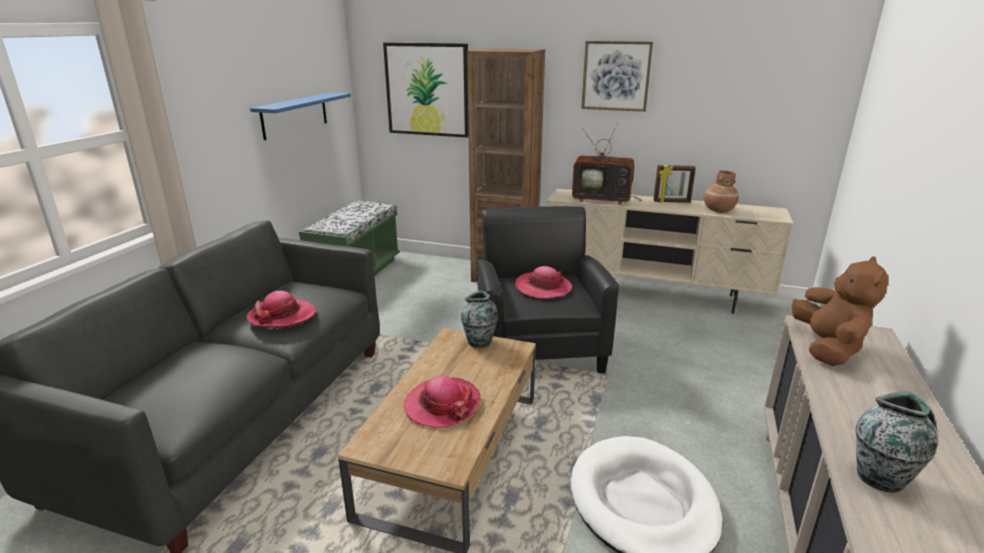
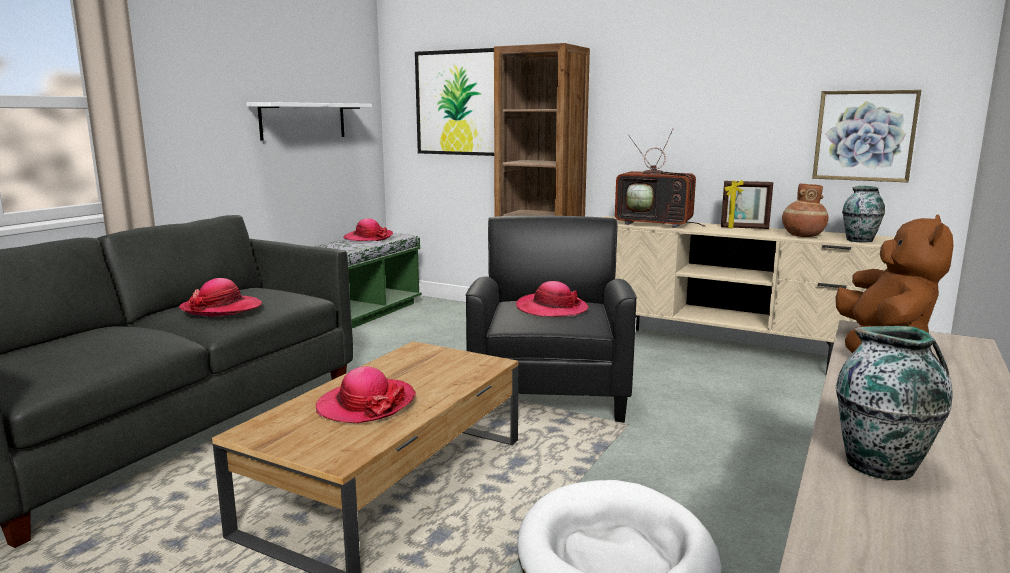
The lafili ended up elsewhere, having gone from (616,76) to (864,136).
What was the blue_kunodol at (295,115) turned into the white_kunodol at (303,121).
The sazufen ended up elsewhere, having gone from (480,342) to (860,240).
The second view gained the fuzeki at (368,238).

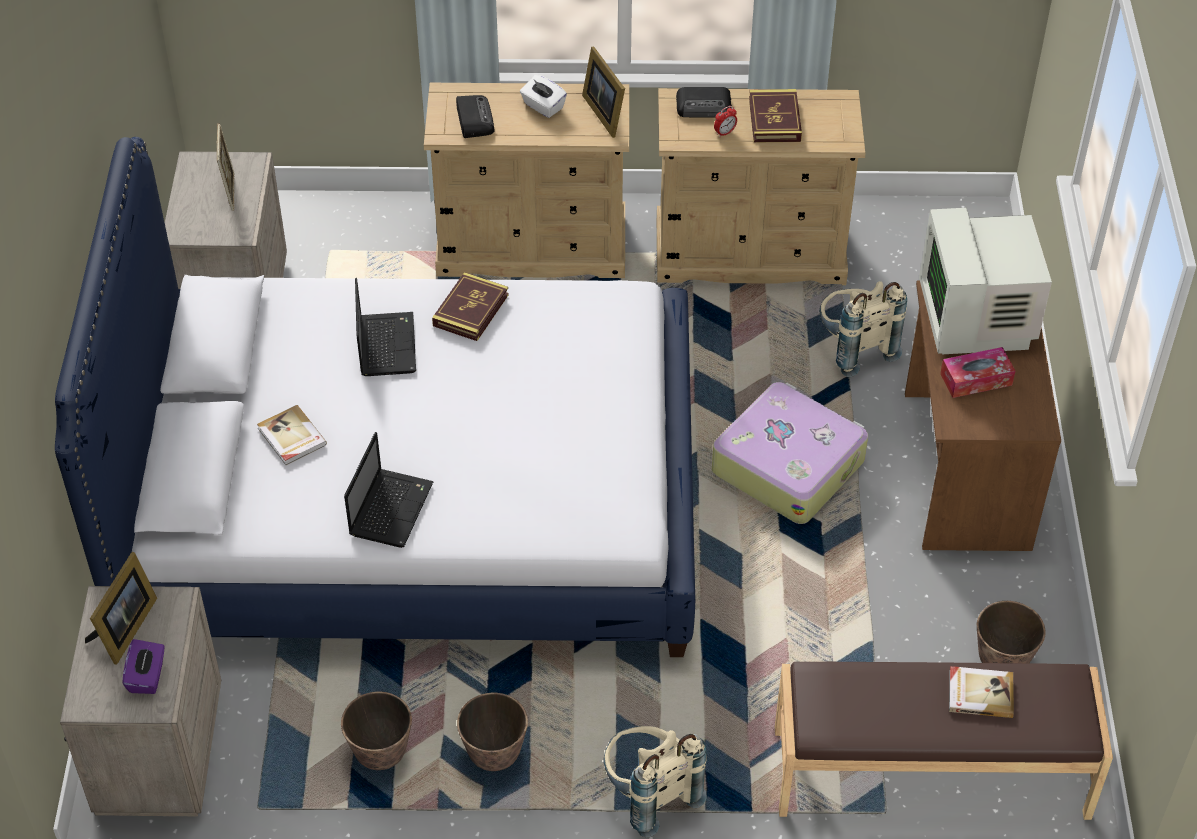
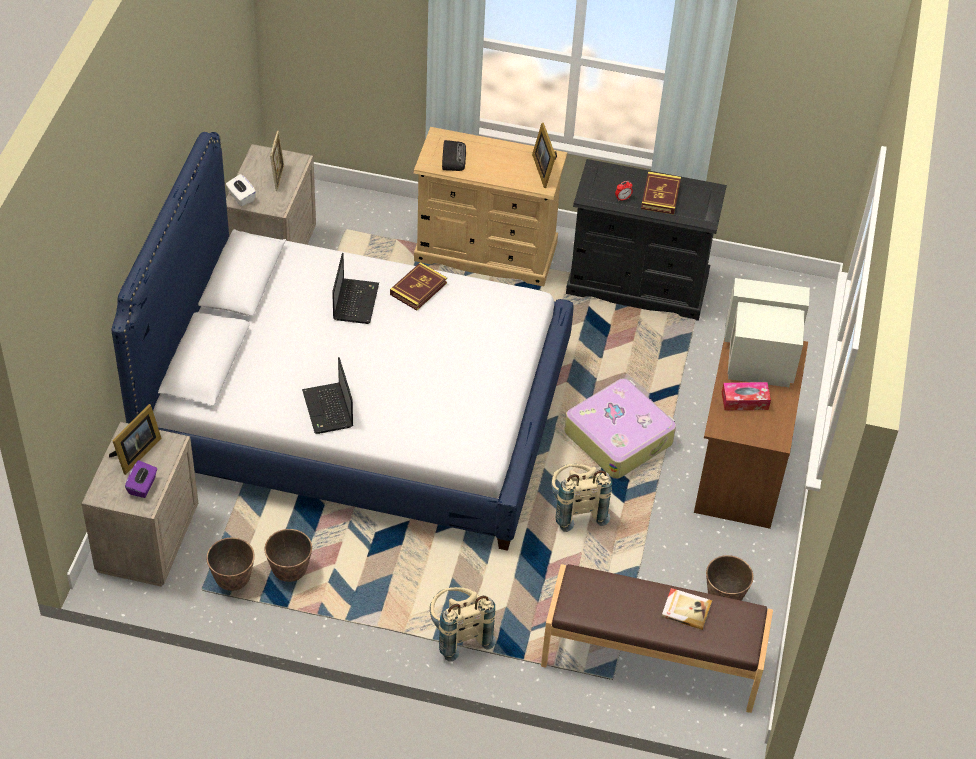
The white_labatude ended up elsewhere, having gone from (543,106) to (241,197).
The second view lost the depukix at (704,107).
What was the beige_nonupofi at (750,253) turned into the black_nonupofi at (637,285).
The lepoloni at (977,320) ended up facing another way, 90 degrees clockwise from before.
The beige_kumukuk ended up elsewhere, having gone from (853,348) to (575,509).
The second view lost the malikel at (291,437).
The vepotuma at (391,507) ended up facing another way, 135 degrees clockwise from before.
The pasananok ended up elsewhere, having gone from (494,757) to (233,582).

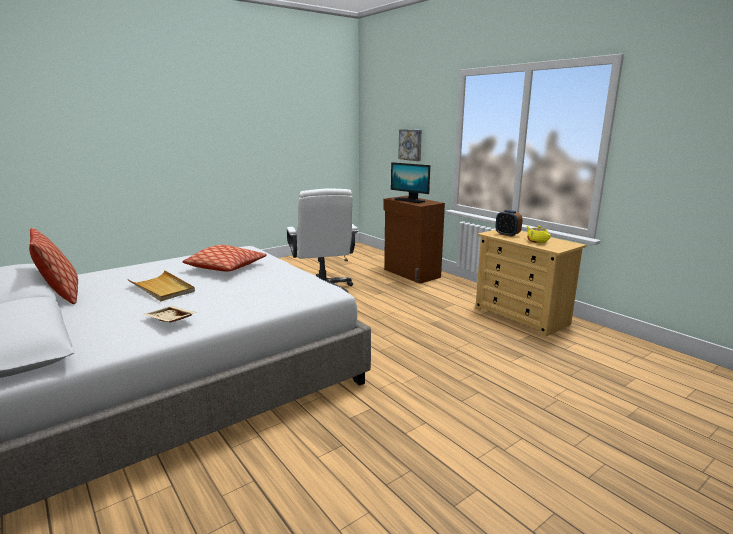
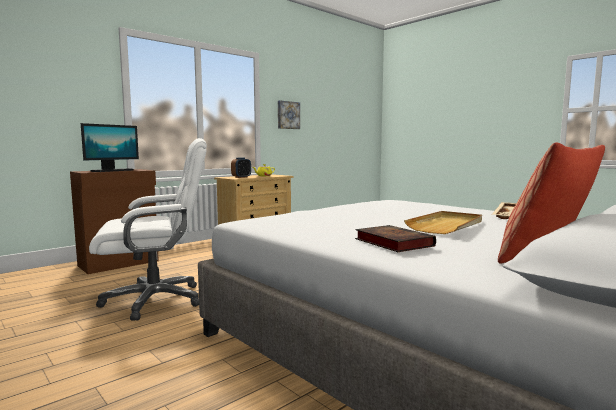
The lafili ended up elsewhere, having gone from (411,144) to (288,115).
The second view lost the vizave at (226,267).
The second view gained the malikel at (391,242).

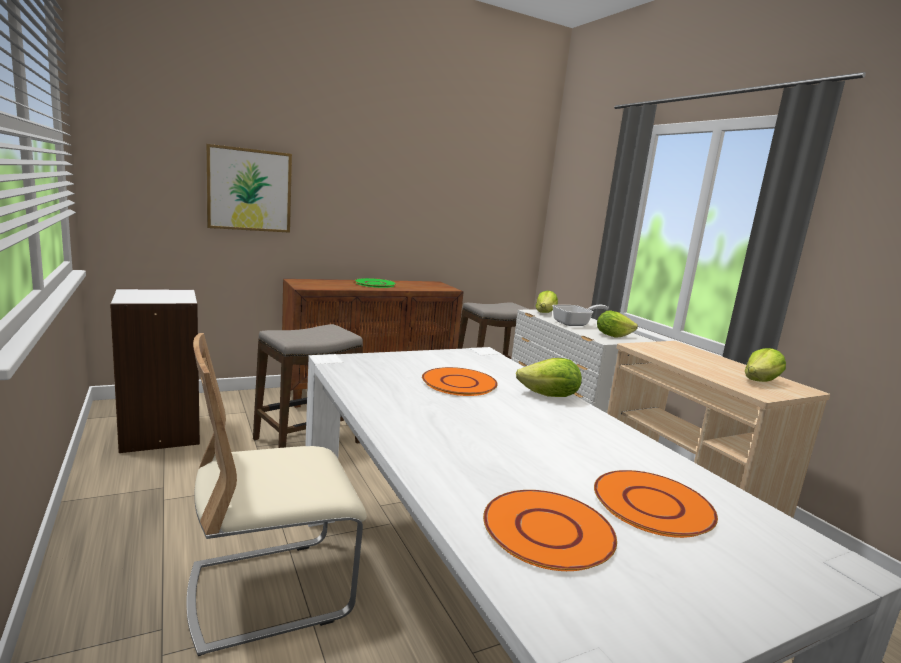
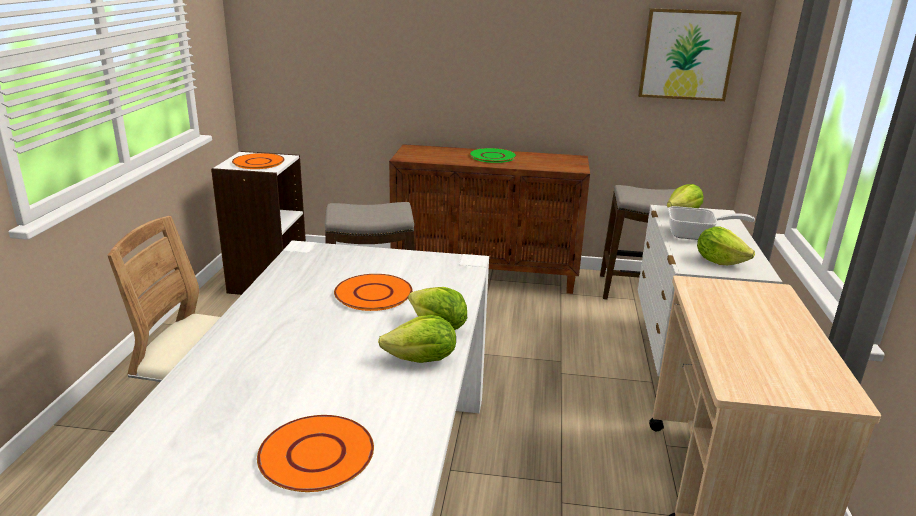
The lafili ended up elsewhere, having gone from (249,190) to (687,55).
The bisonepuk ended up elsewhere, having gone from (760,381) to (422,360).
The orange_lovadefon ended up elsewhere, having gone from (549,531) to (258,162).

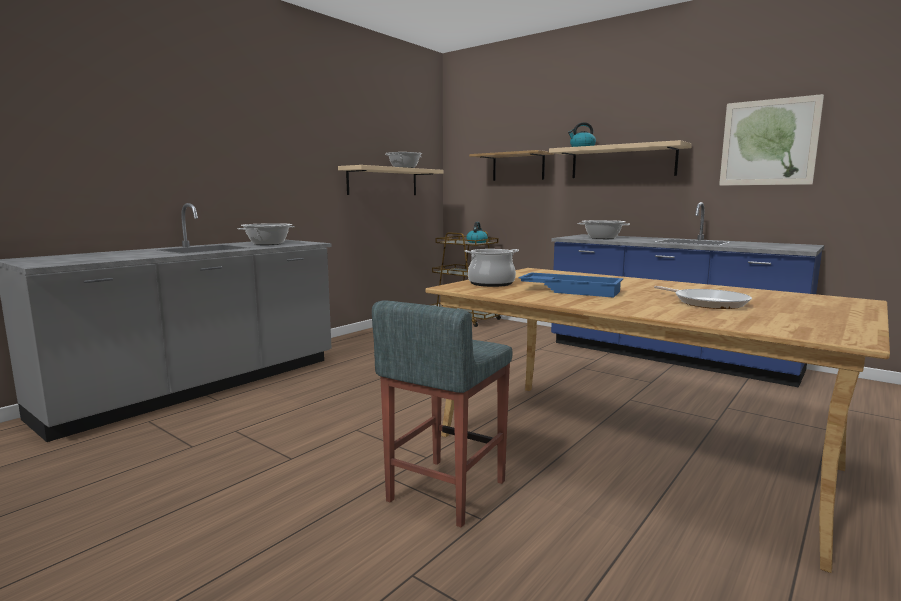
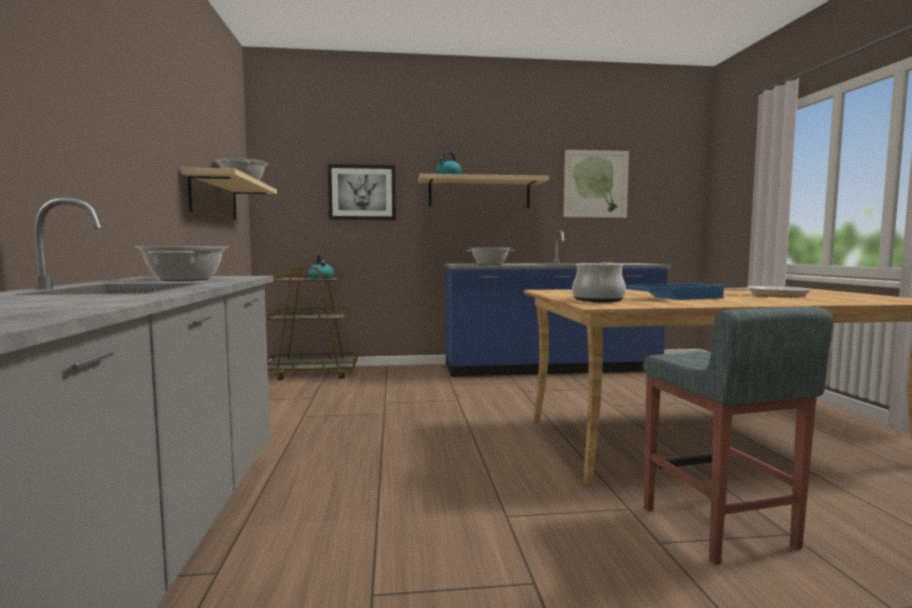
Where the kunodol hung at (518,167), the lafili came to hang at (362,192).

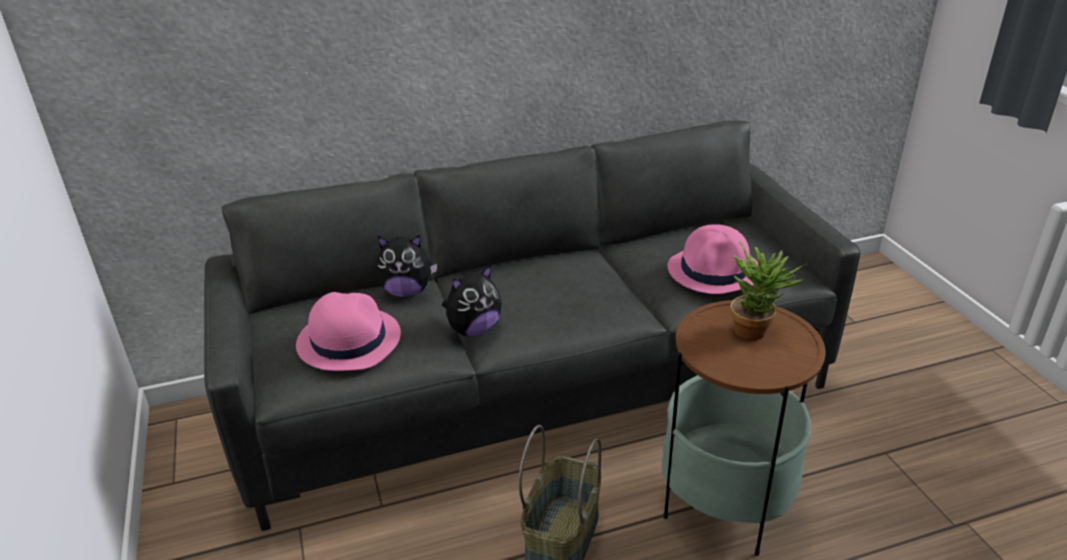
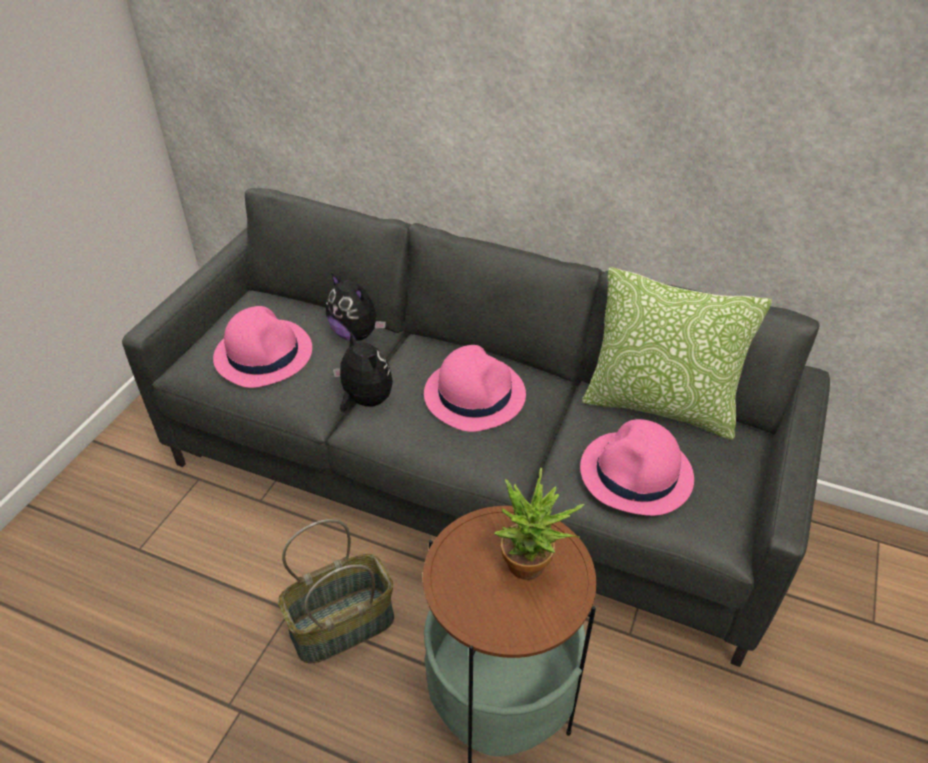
The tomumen at (473,330) ended up facing another way, 135 degrees counterclockwise from before.
The second view gained the vizave at (659,406).
The second view gained the pink_fuzeki at (474,394).

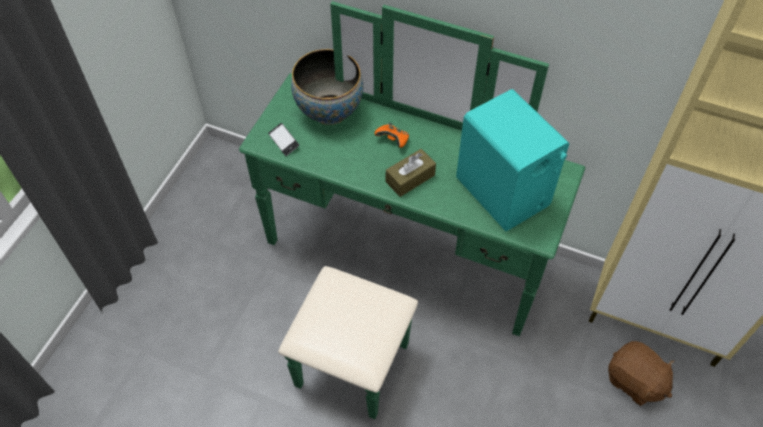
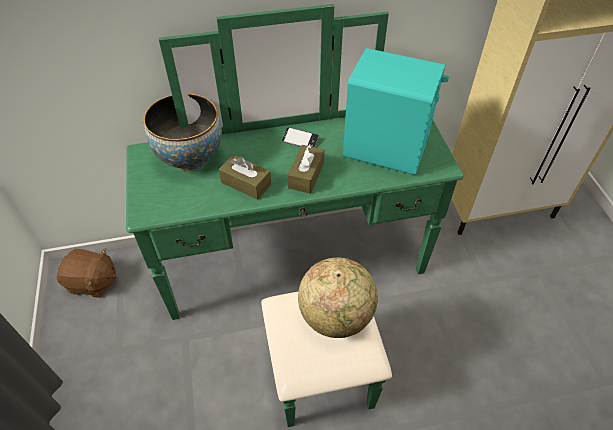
The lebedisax ended up elsewhere, having gone from (284,141) to (300,141).
The second view lost the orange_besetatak at (393,140).
The brown_tomumen ended up elsewhere, having gone from (634,381) to (92,282).
The second view gained the brown_labatude at (246,183).
The second view gained the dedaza at (336,316).

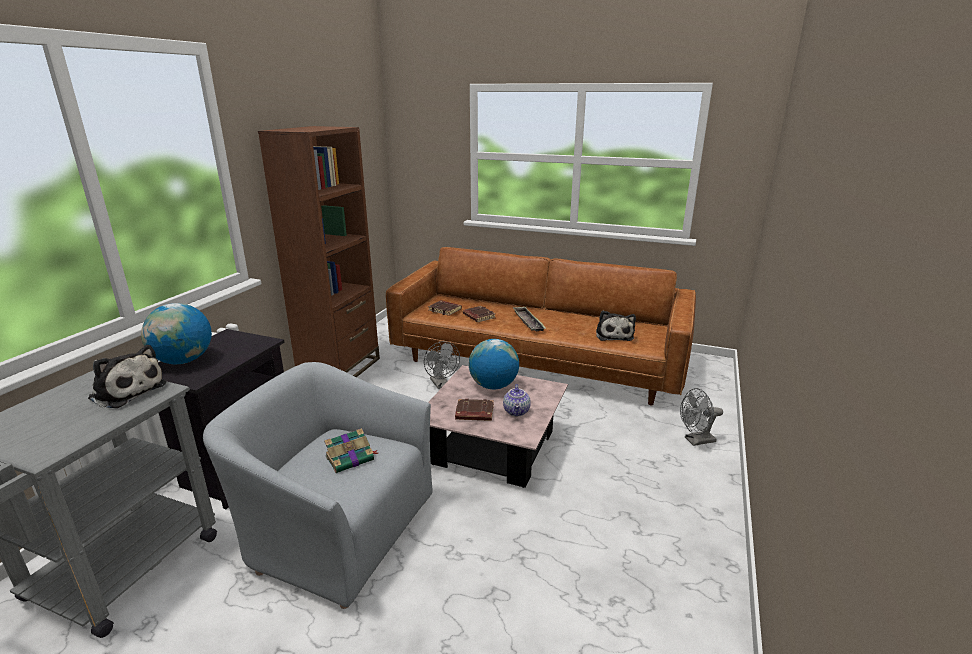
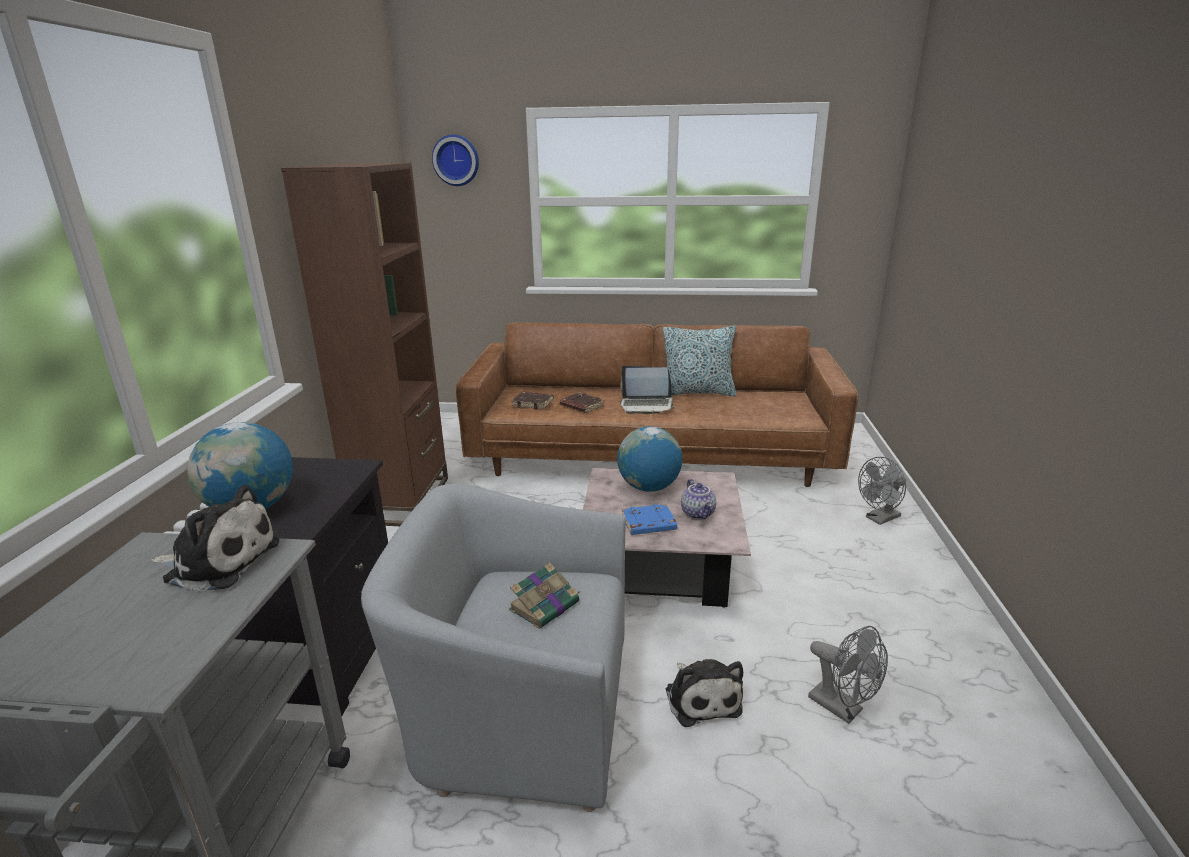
Where the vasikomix stood at (528,322), the vepotuma came to stand at (646,405).
The tomumen ended up elsewhere, having gone from (614,335) to (701,698).
The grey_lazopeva ended up elsewhere, having gone from (441,384) to (842,708).
What was the brown_malikel at (474,413) turned into the blue_malikel at (648,524).
The second view gained the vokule at (456,160).
The second view gained the vizave at (698,392).

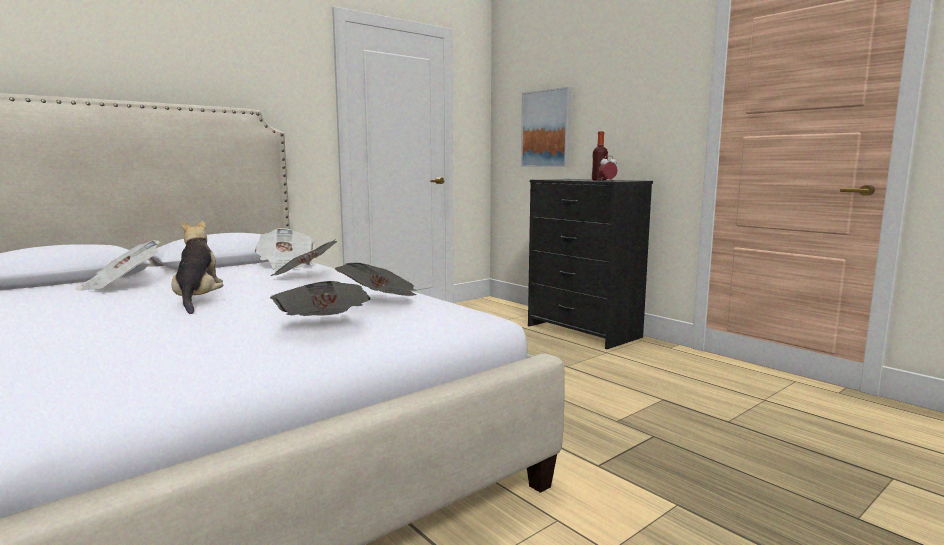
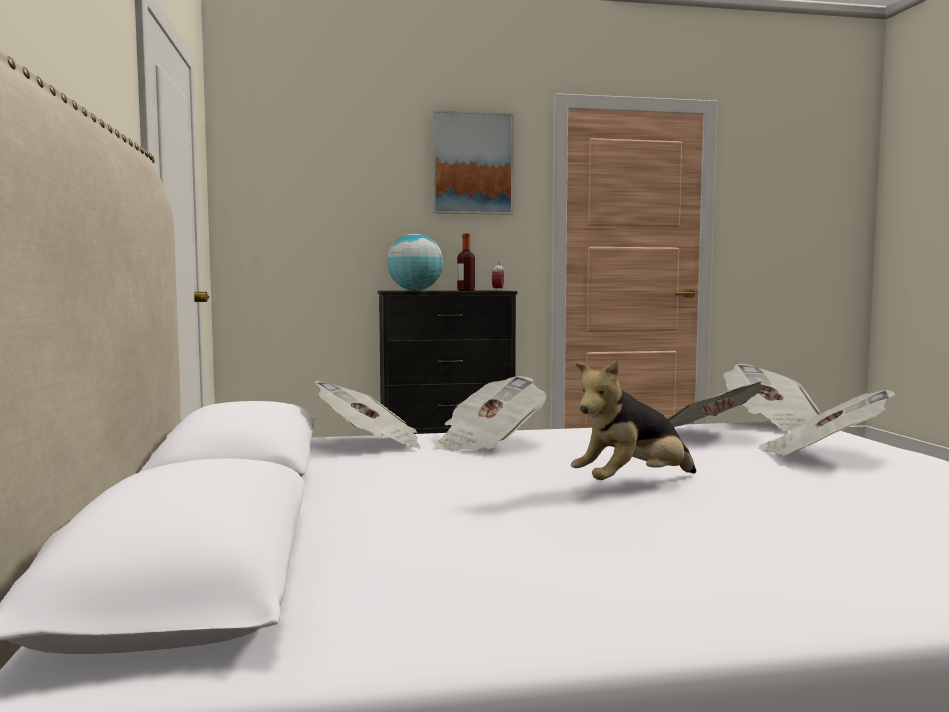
The lafili ended up elsewhere, having gone from (546,129) to (472,163).
The tomumen at (198,301) ended up facing another way, 45 degrees counterclockwise from before.
The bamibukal ended up elsewhere, having gone from (121,285) to (771,423).
The second view gained the dedaza at (415,290).

